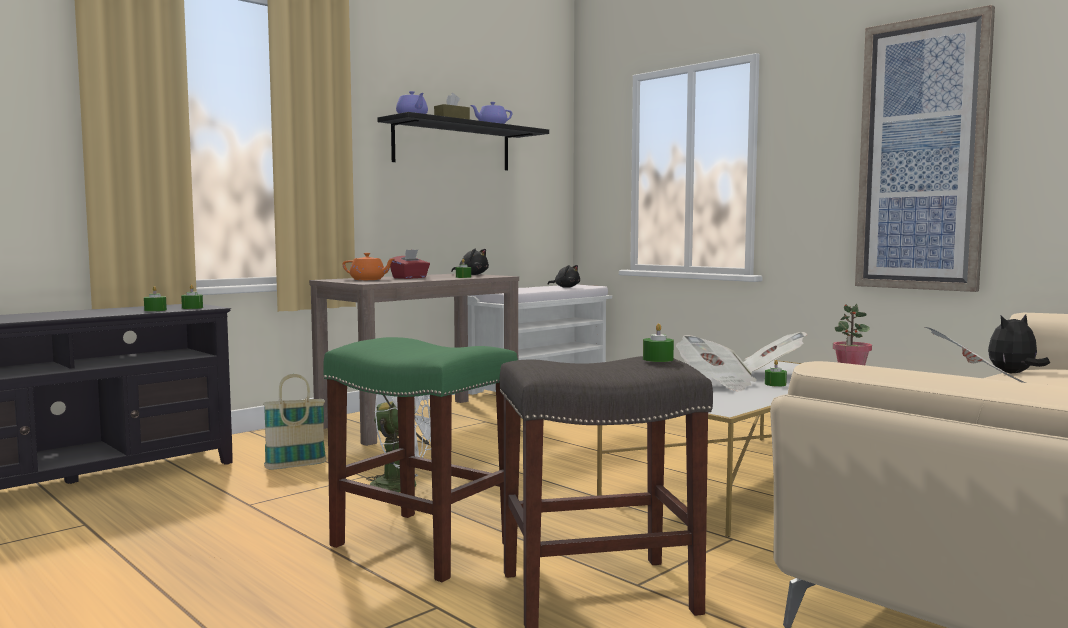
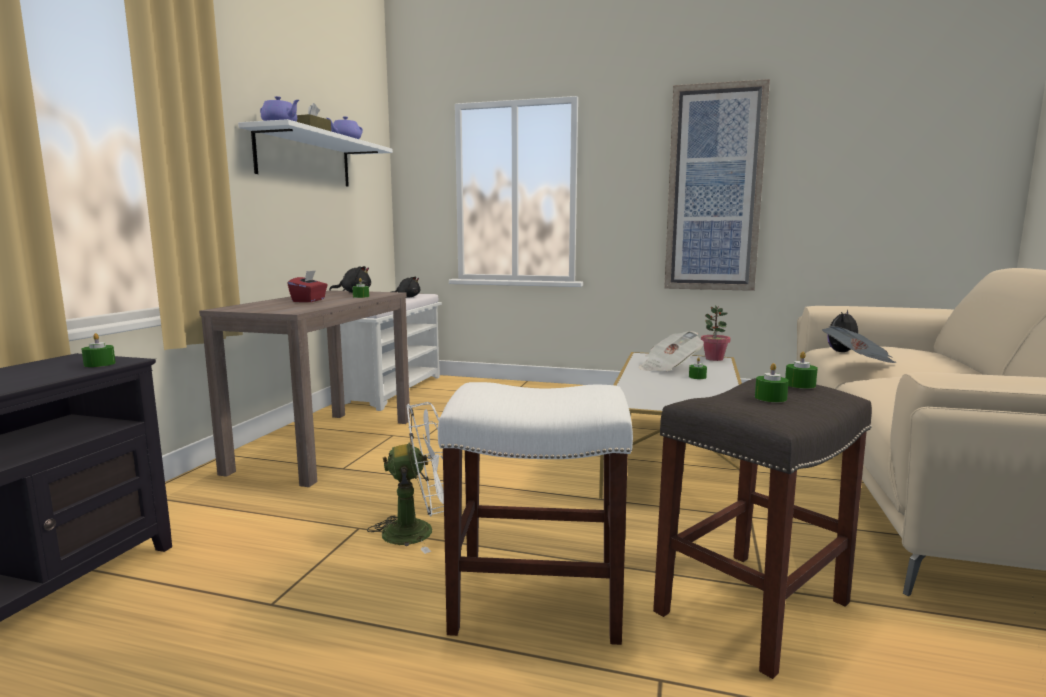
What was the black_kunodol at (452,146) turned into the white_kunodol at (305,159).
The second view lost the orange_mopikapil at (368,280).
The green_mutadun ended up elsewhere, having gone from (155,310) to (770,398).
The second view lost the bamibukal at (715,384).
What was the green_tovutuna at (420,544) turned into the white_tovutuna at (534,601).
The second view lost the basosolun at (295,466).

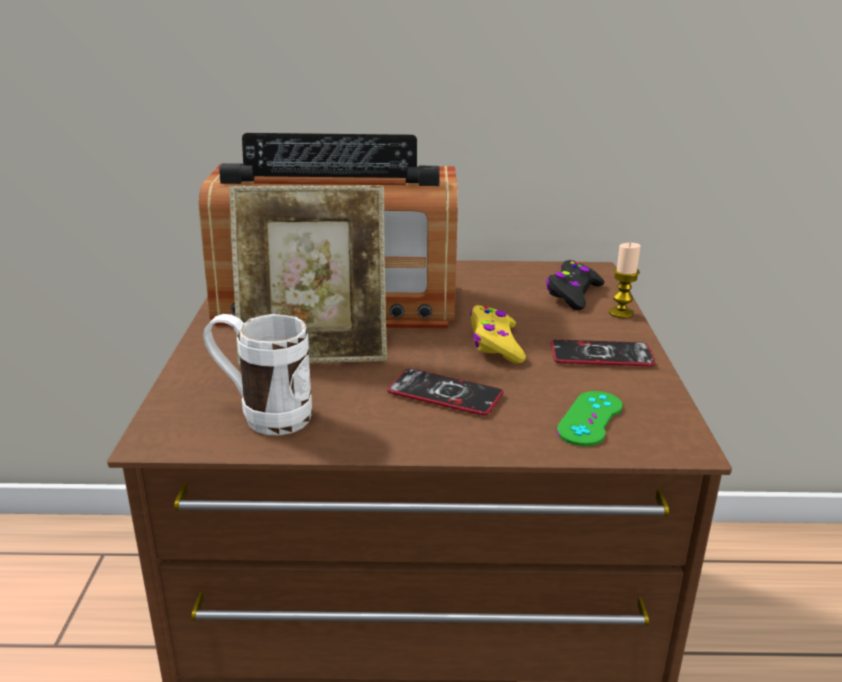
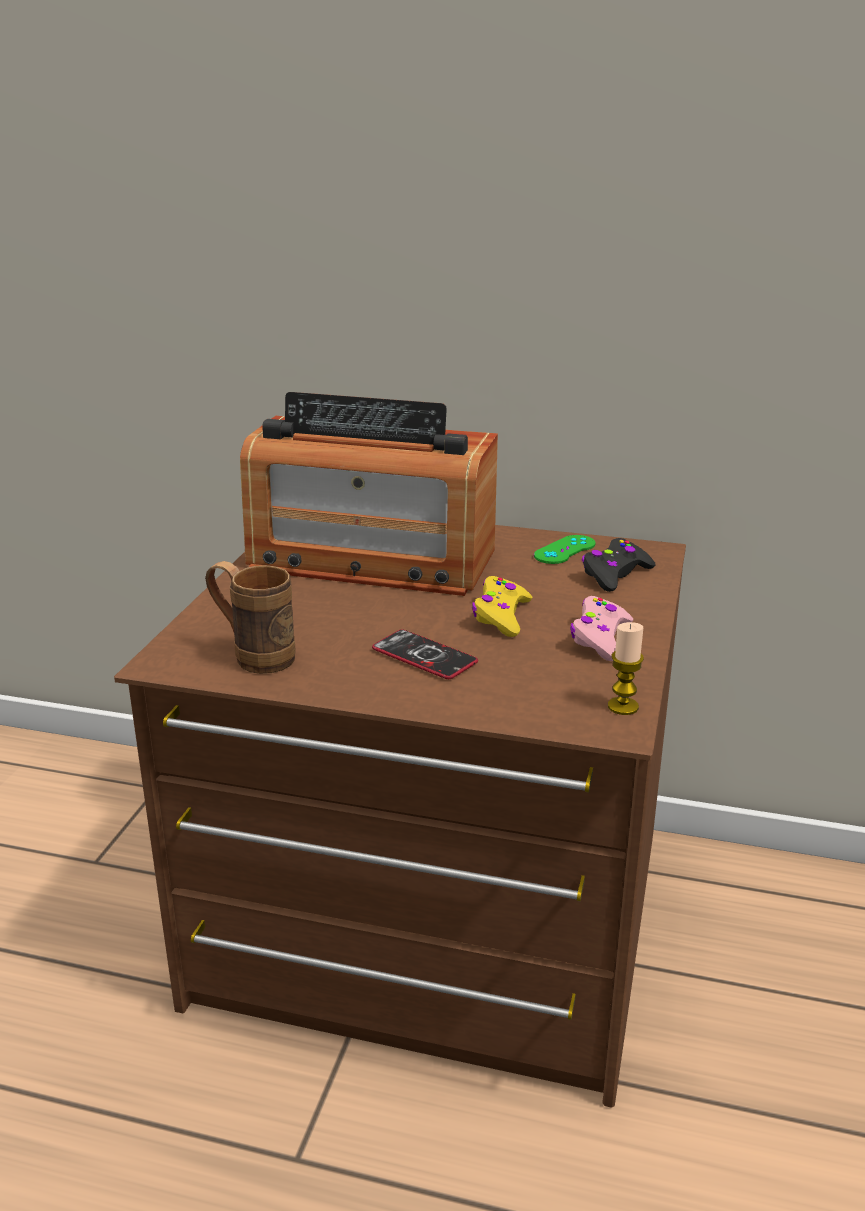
The second view lost the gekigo at (314,351).
The mutadun ended up elsewhere, having gone from (621,313) to (623,707).
What was the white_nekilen at (262,416) turned into the brown_nekilen at (253,656).
Where the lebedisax stood at (601,355), the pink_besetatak came to stand at (600,638).
The green_besetatak ended up elsewhere, having gone from (590,418) to (565,550).

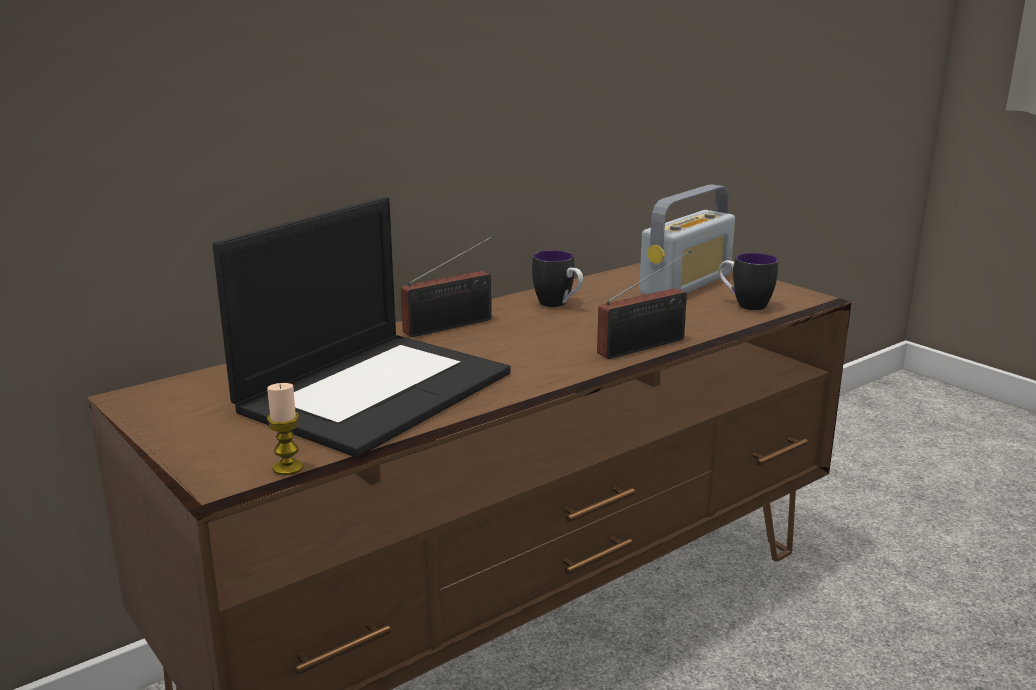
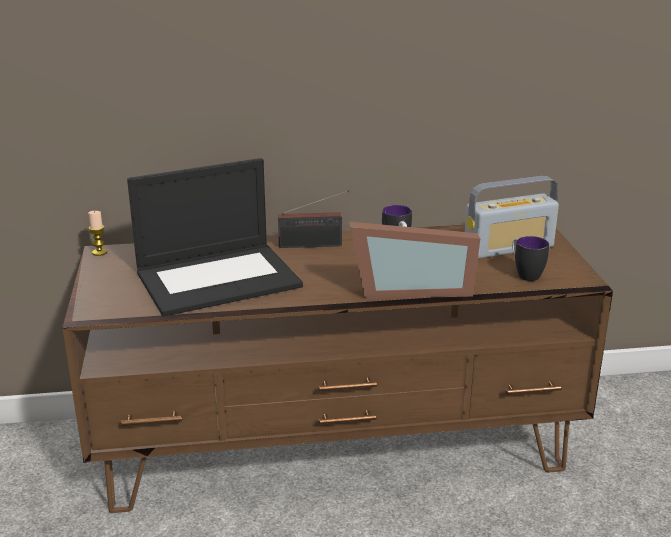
Where the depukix stood at (646,346), the gekigo came to stand at (410,289).
The mutadun ended up elsewhere, having gone from (288,468) to (99,252).

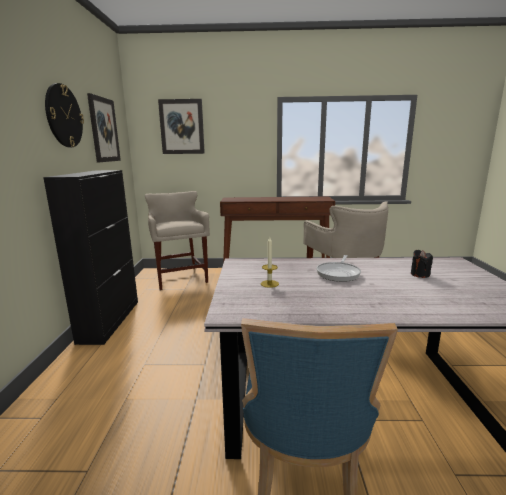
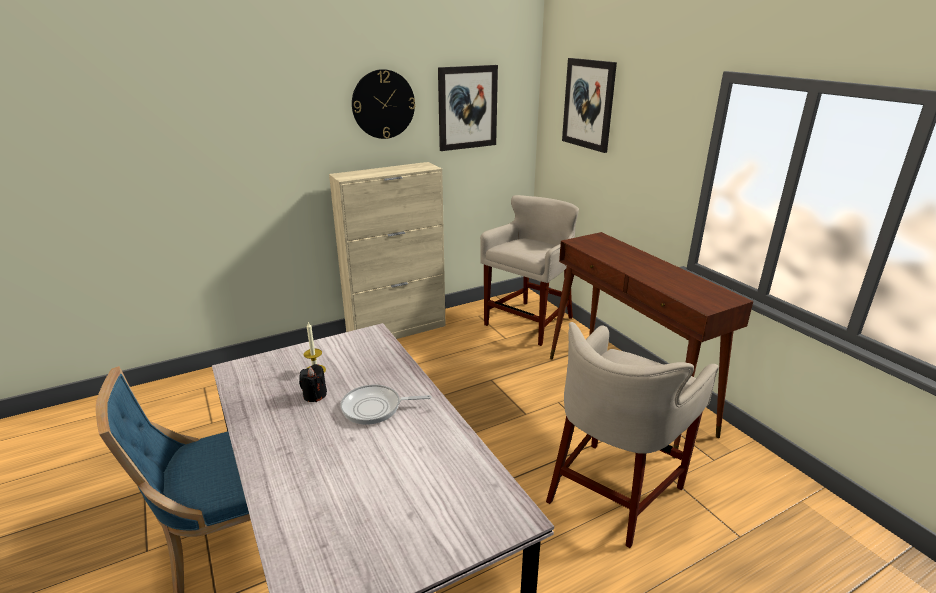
What was the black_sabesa at (110,320) turned into the beige_sabesa at (397,330).
The black_mutadun ended up elsewhere, having gone from (420,274) to (315,395).

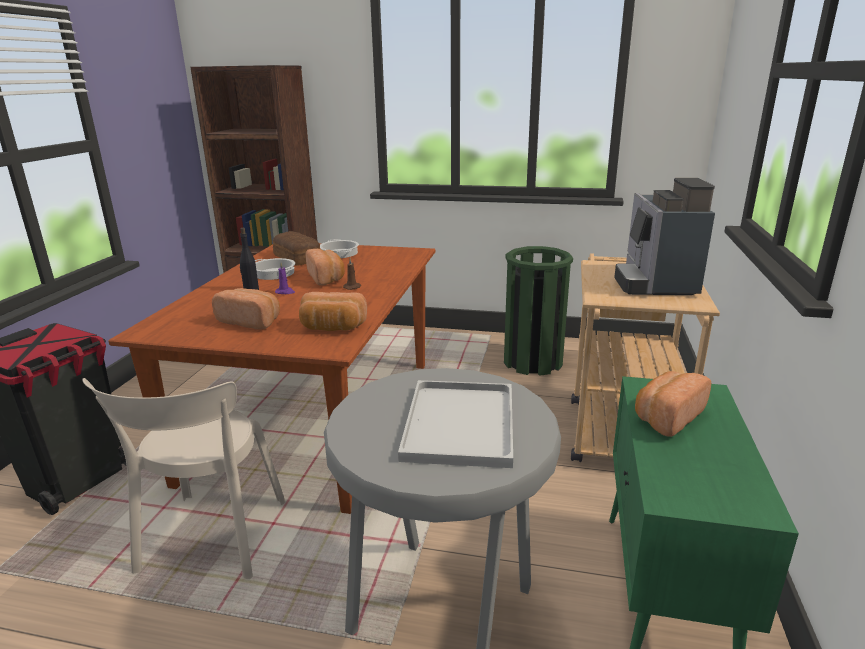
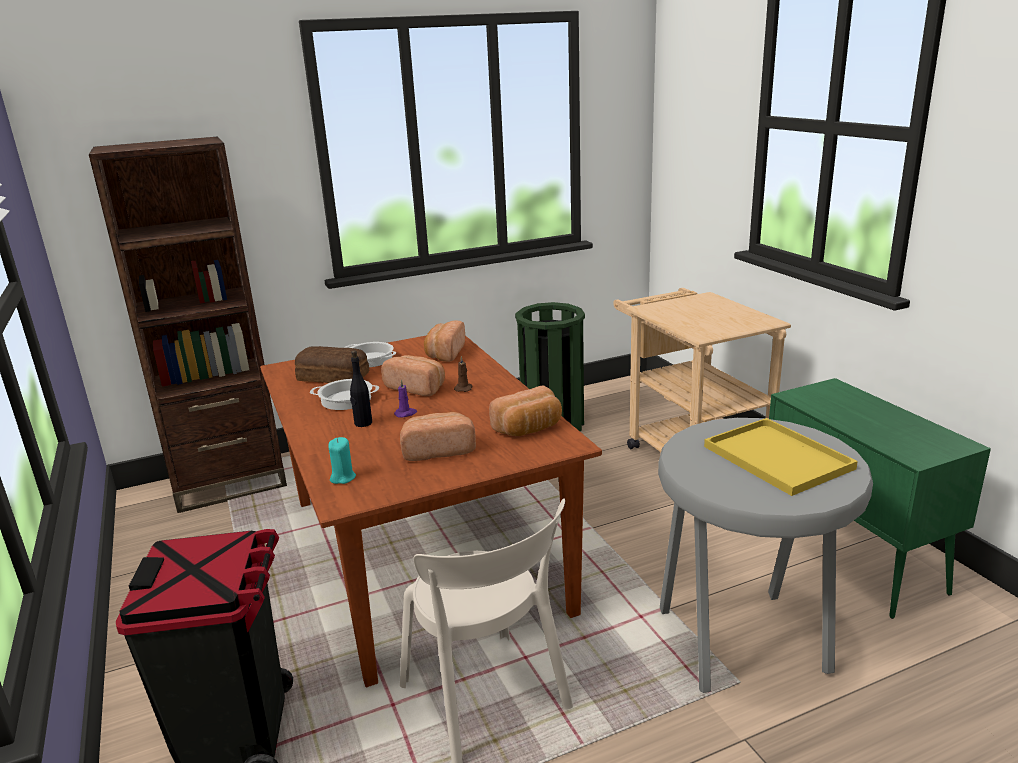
The second view lost the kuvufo at (655,283).
The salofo ended up elsewhere, having gone from (666,417) to (444,353).
What was the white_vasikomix at (458,422) turned into the yellow_vasikomix at (774,457).
The second view gained the turquoise_mutadun at (343,477).

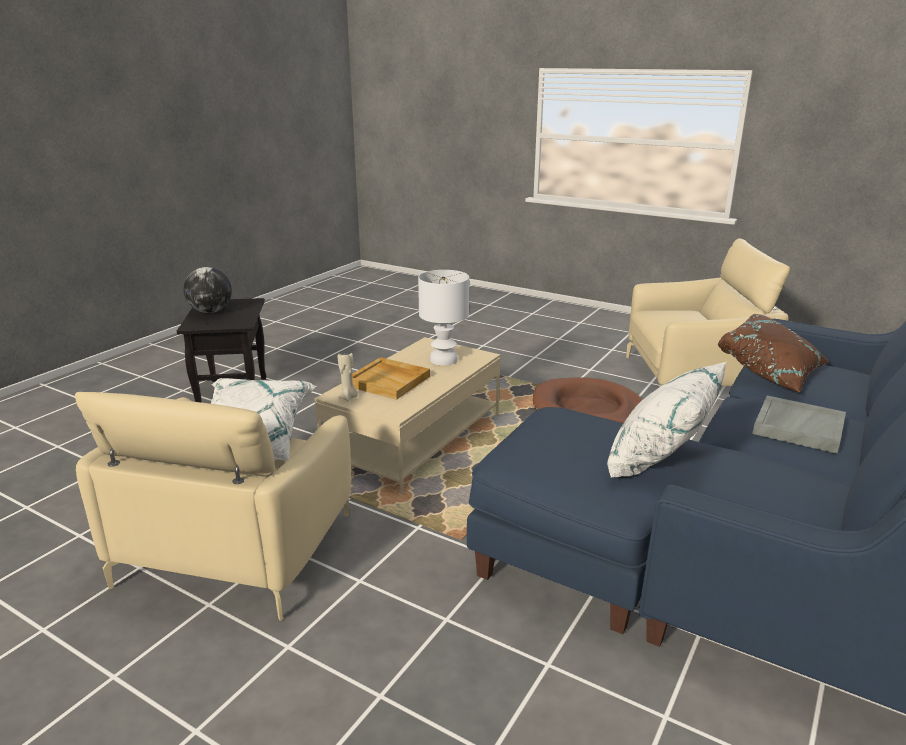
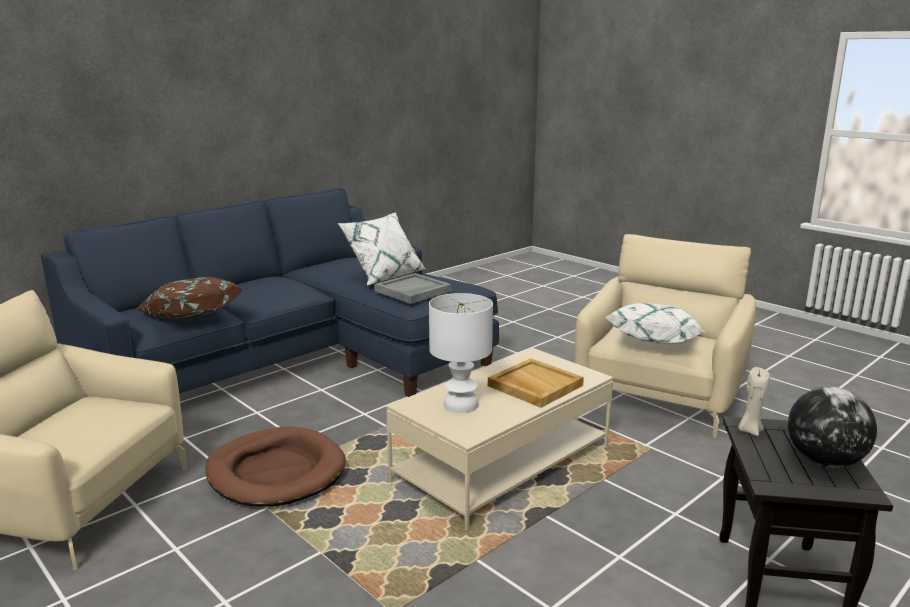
The beige_mutadun ended up elsewhere, having gone from (348,398) to (749,430).
The grey_vasikomix ended up elsewhere, having gone from (798,427) to (413,291).

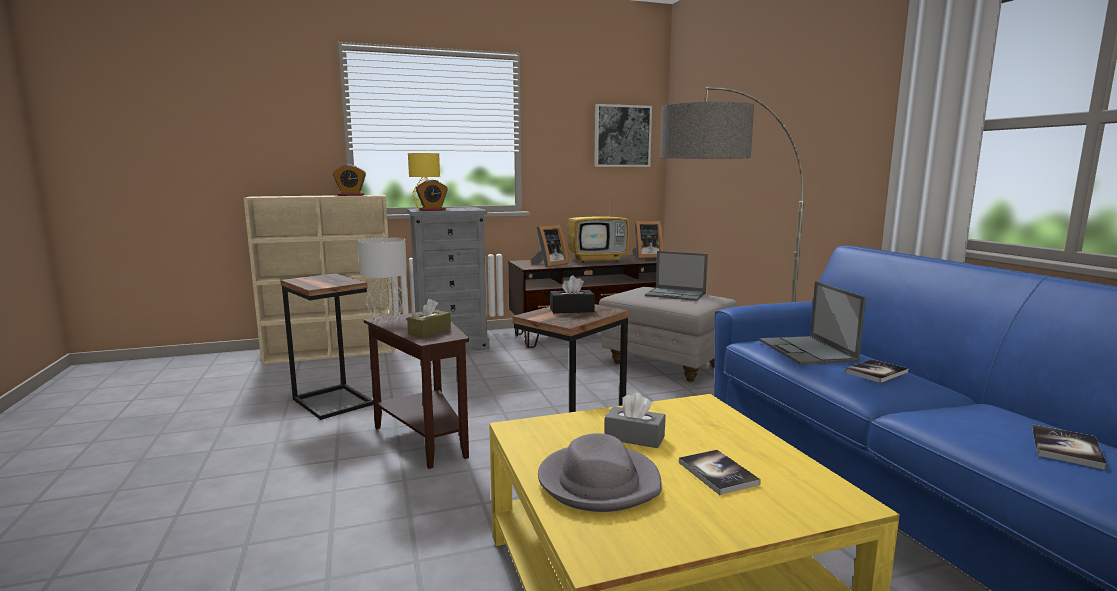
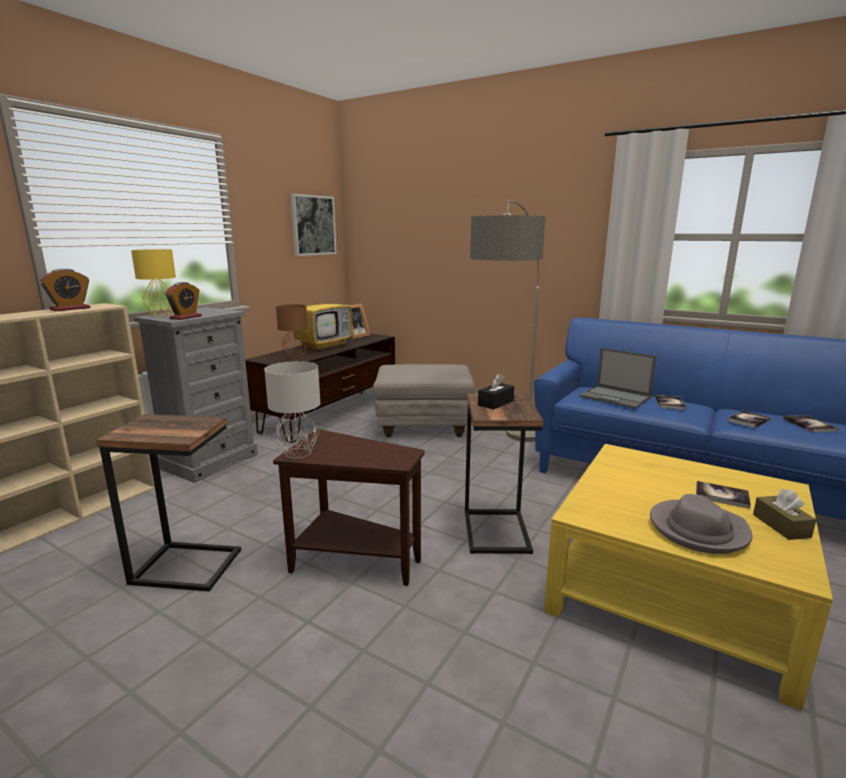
Where the gekigo stood at (549,264), the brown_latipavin came to stand at (294,357).
The second view lost the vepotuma at (676,294).
The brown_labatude ended up elsewhere, having gone from (429,331) to (781,526).
The second view lost the grey_labatude at (634,437).
The second view gained the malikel at (748,420).

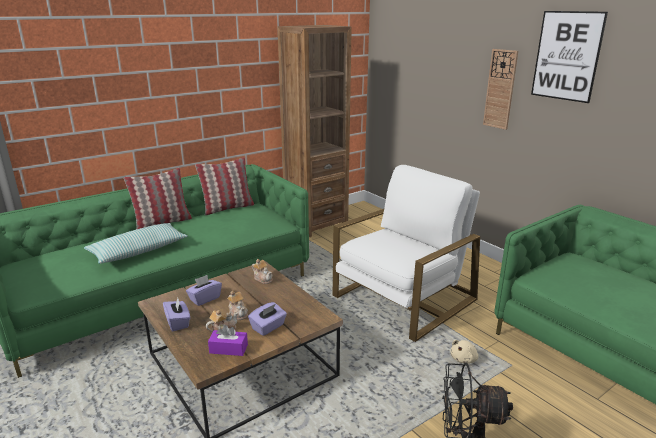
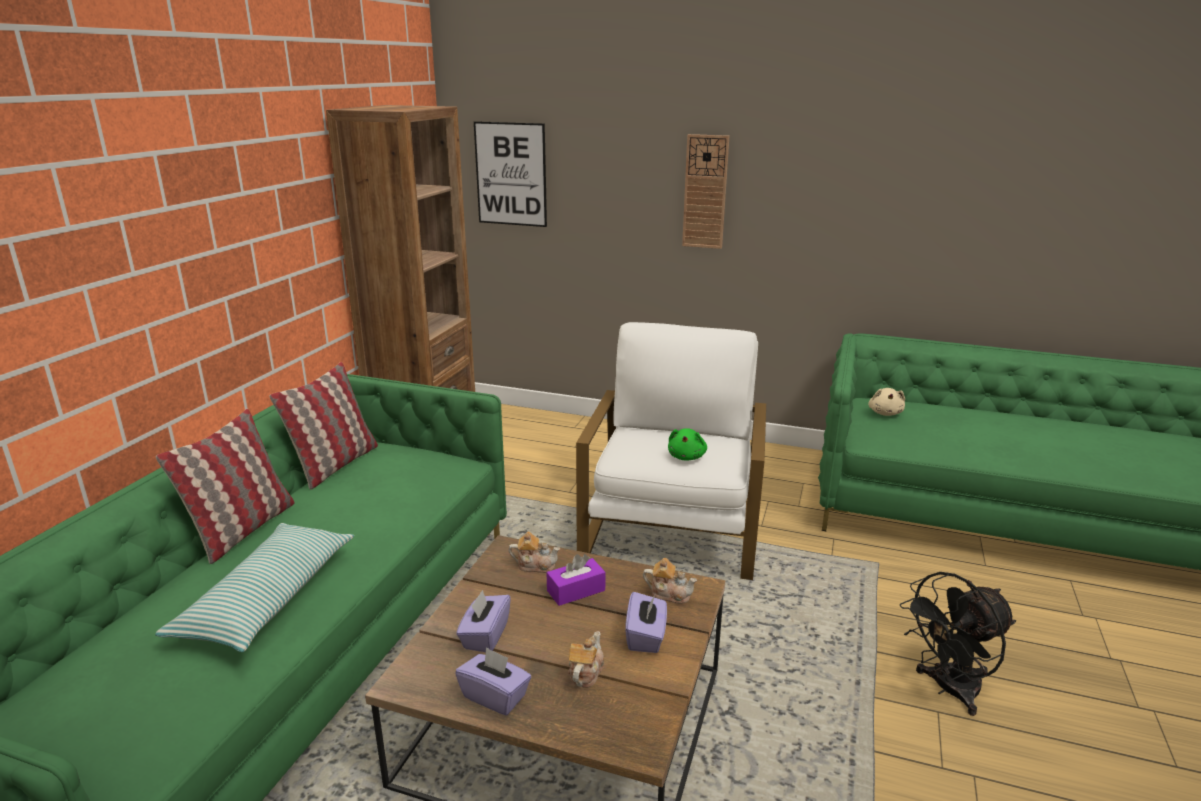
The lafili ended up elsewhere, having gone from (567,56) to (511,174).
The mopikapil ended up elsewhere, having gone from (238,313) to (669,594).
The purple_labatude ended up elsewhere, having gone from (228,349) to (576,590).
The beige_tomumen ended up elsewhere, having gone from (464,359) to (885,413).
The second view gained the green_tomumen at (687,456).

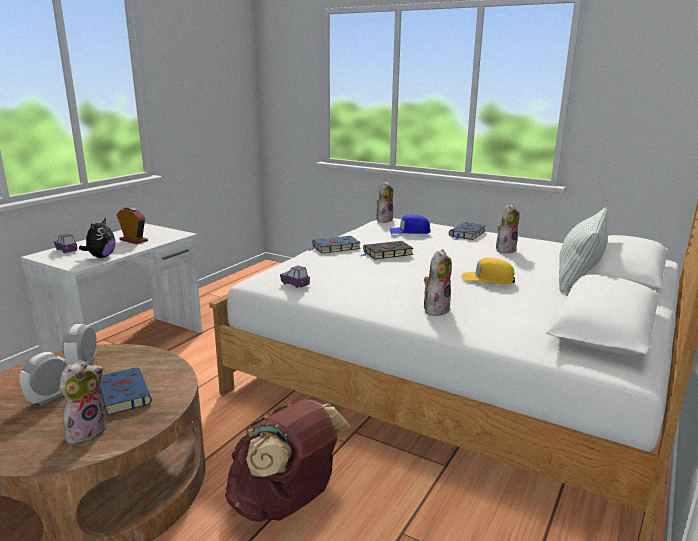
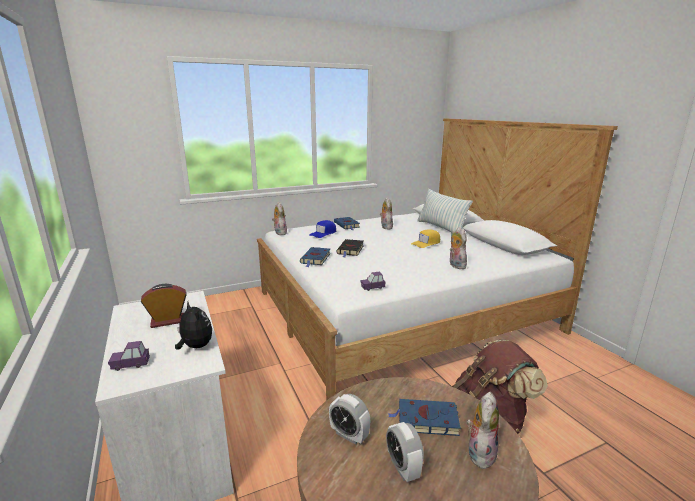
The tomumen at (86,431) ended up facing another way, 45 degrees clockwise from before.

